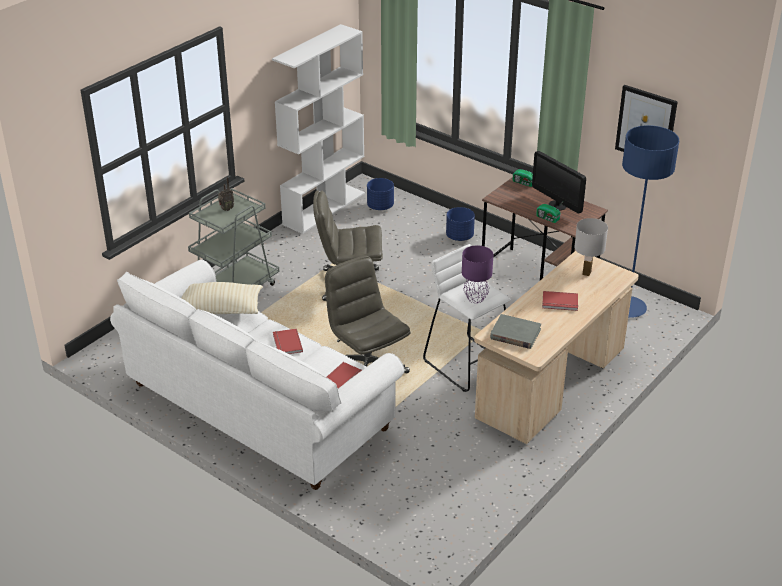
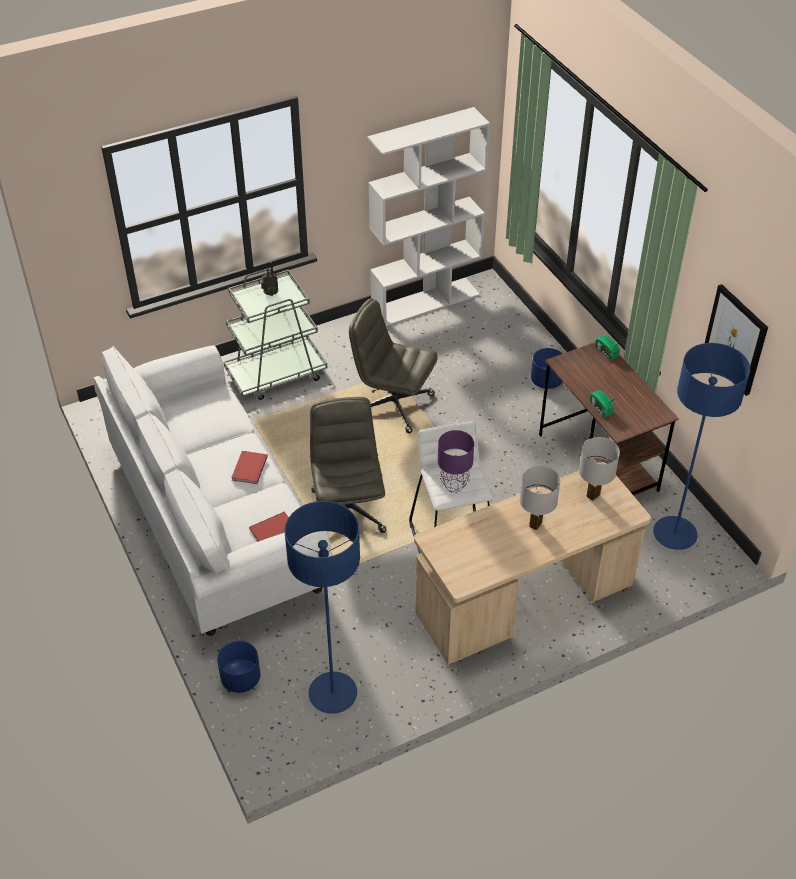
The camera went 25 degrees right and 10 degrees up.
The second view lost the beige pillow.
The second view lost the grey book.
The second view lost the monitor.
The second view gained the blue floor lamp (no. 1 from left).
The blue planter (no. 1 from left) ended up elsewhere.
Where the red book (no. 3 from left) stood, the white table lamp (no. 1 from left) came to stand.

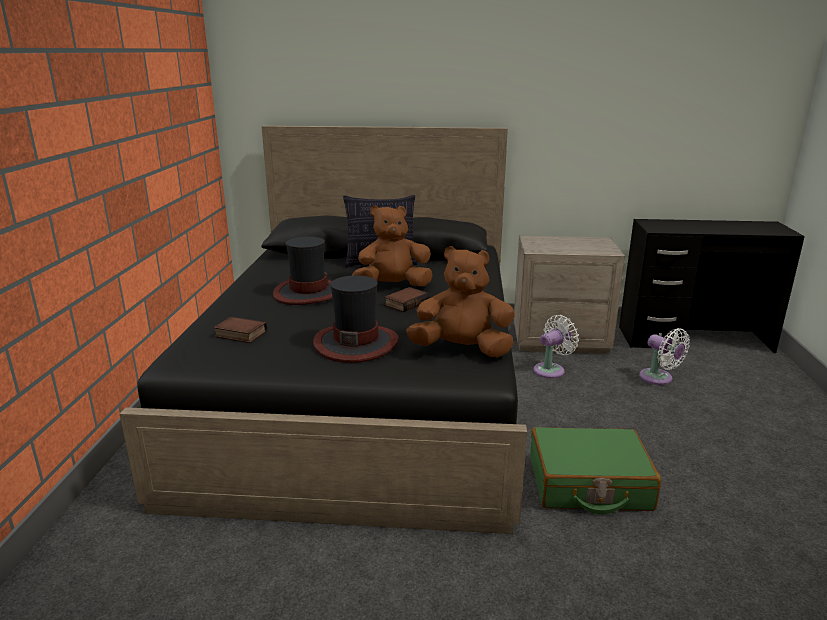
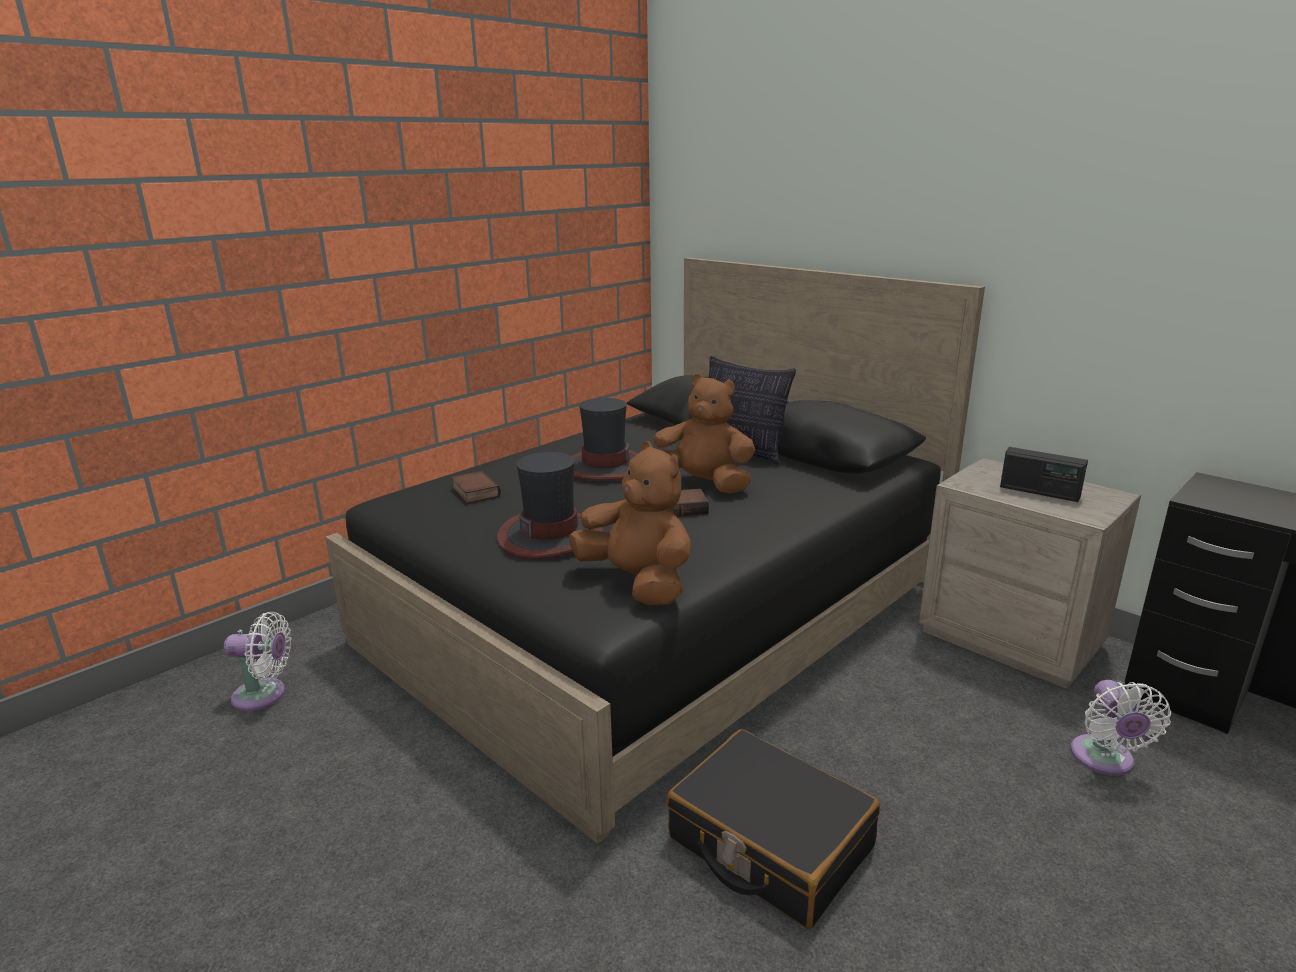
The camera went 40 degrees right and 0 degrees up.
The second view gained the radio.
The white fan (no. 1 from left) ended up elsewhere.
What was the green suitcase turned into the black suitcase.

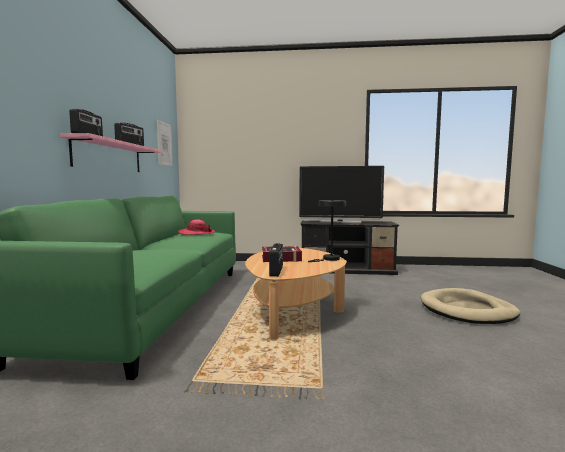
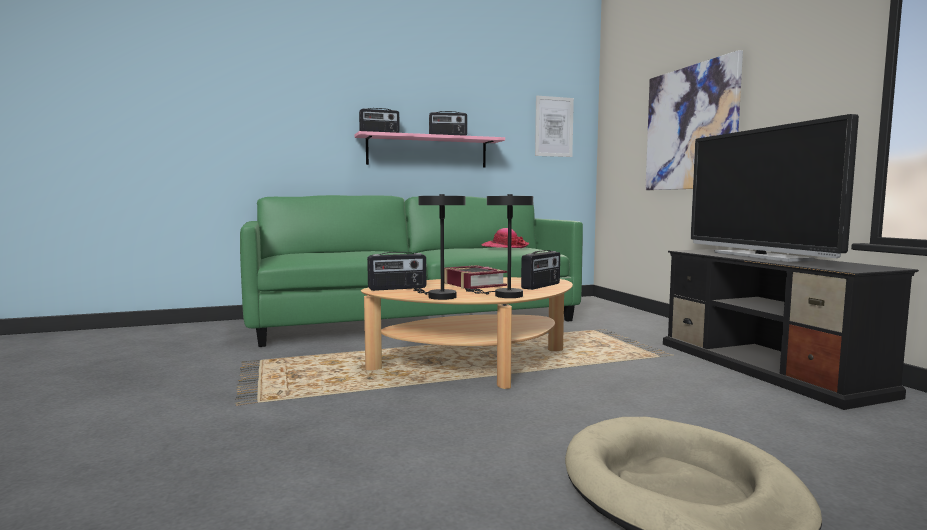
The camera went 65 degrees right and 0 degrees up.
The second view gained the black table lamp (no. 1 from left).
The second view gained the radio (no. 4 from left).
The second view gained the picture (no. 2 from left).

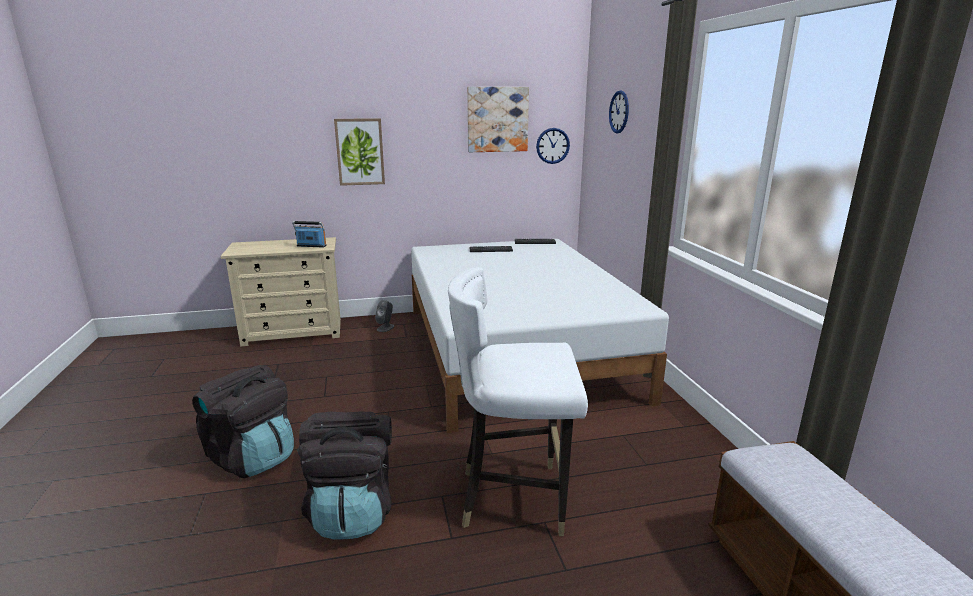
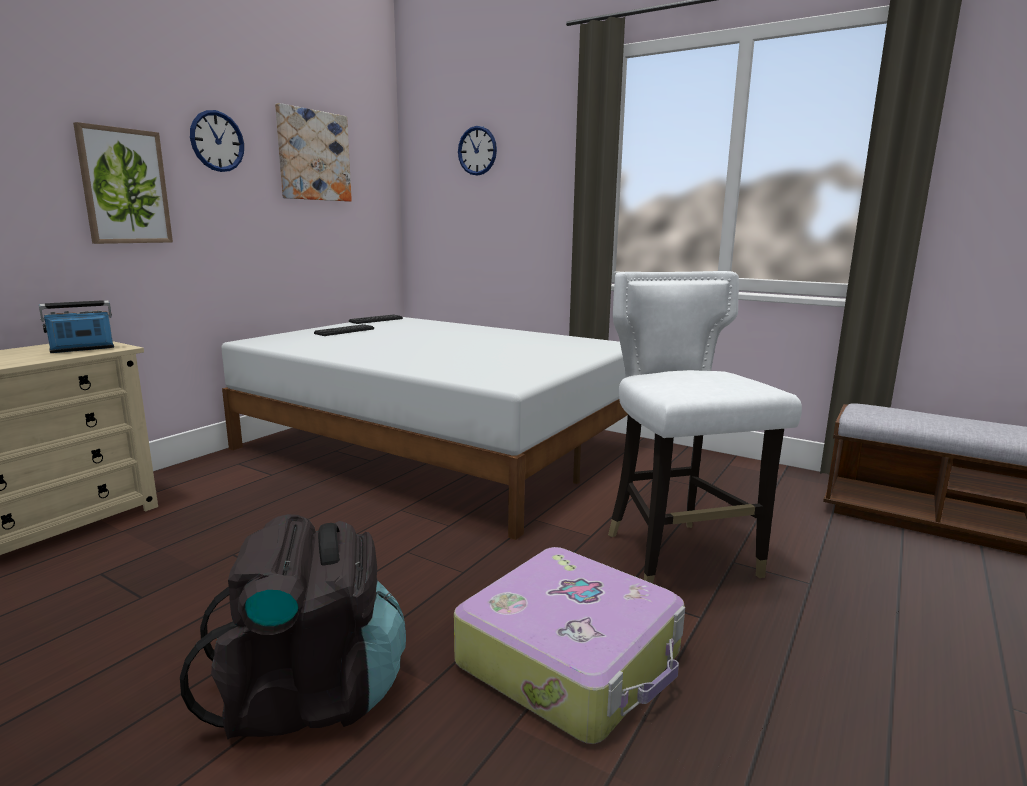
The camera went 45 degrees left and 5 degrees down.
The second view lost the grey speaker.
The wall clock (no. 1 from left) ended up elsewhere.
Where the black backpack (no. 2 from left) stood, the suitcase came to stand.
The white chair ended up facing another way, 120 degrees clockwise from before.

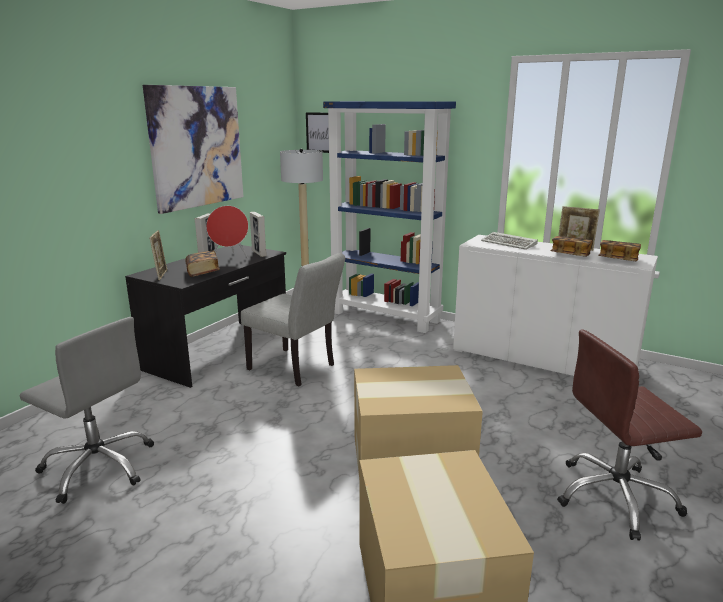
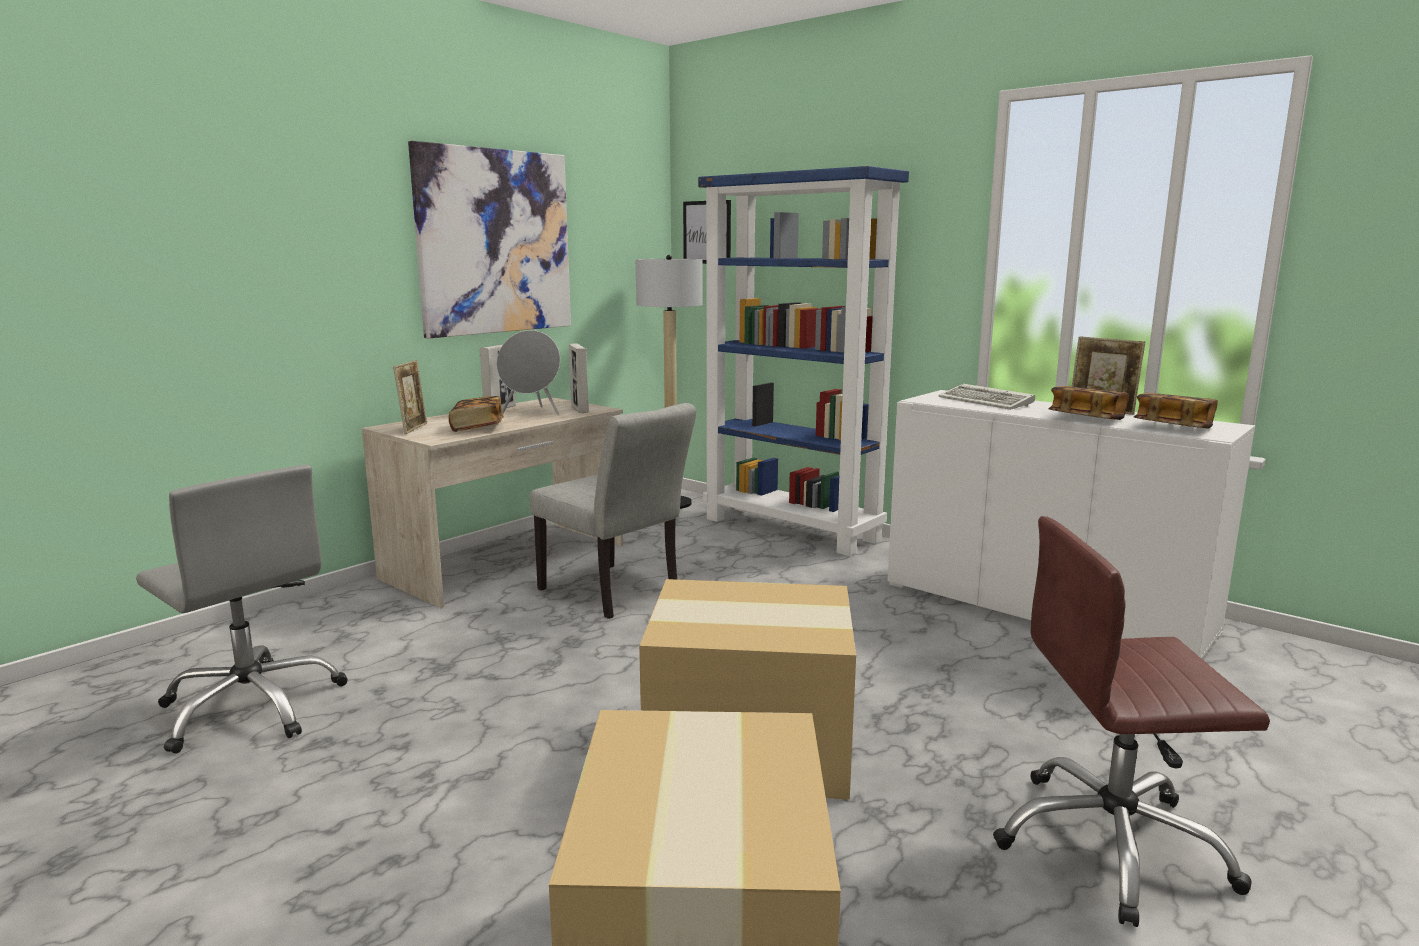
The camera went 10 degrees right and 5 degrees down.
What was the black desk turned into the beige desk.
What was the red speaker turned into the grey speaker.

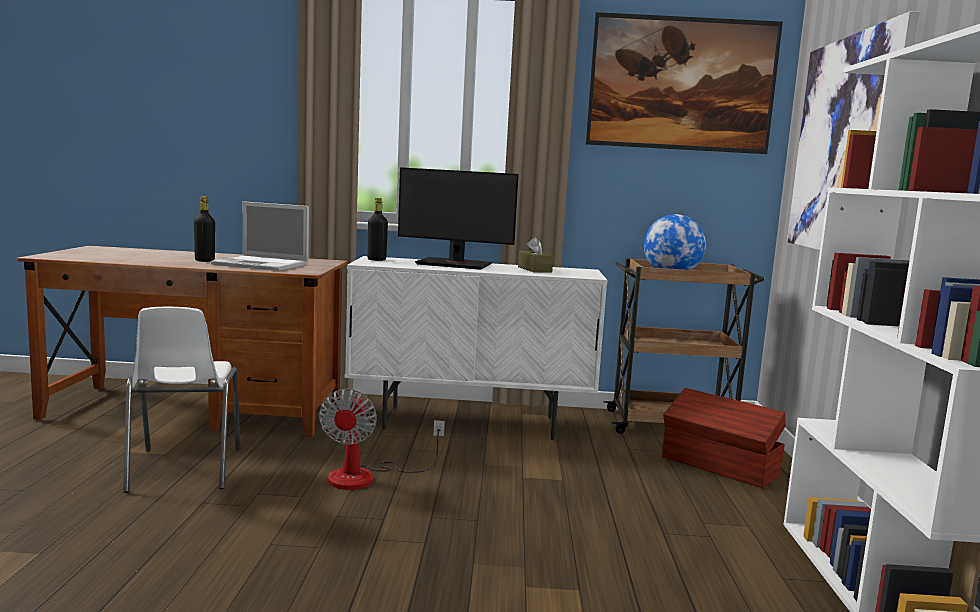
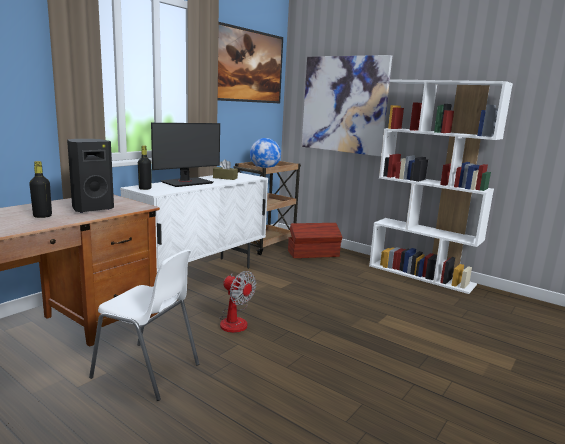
The camera went 55 degrees left and 5 degrees up.
Where the laptop stood, the black speaker came to stand.

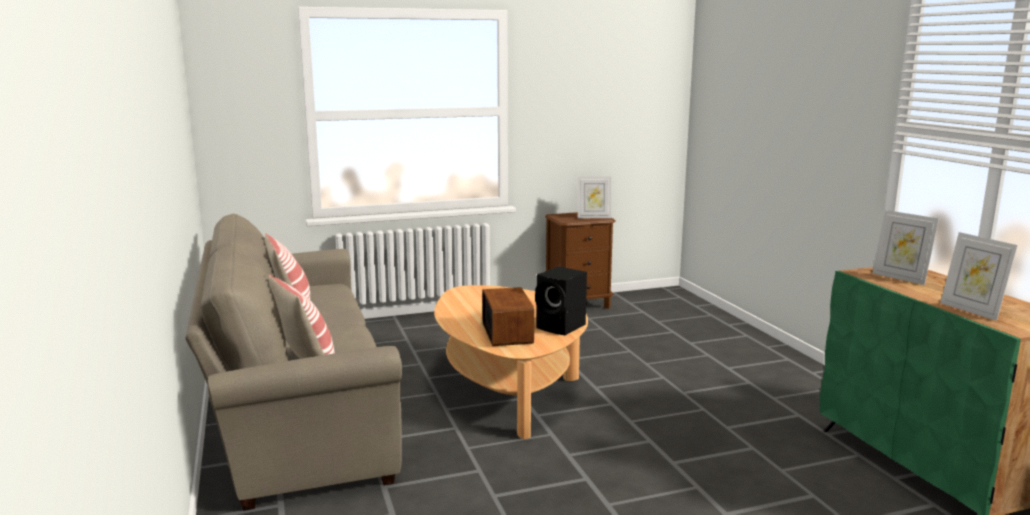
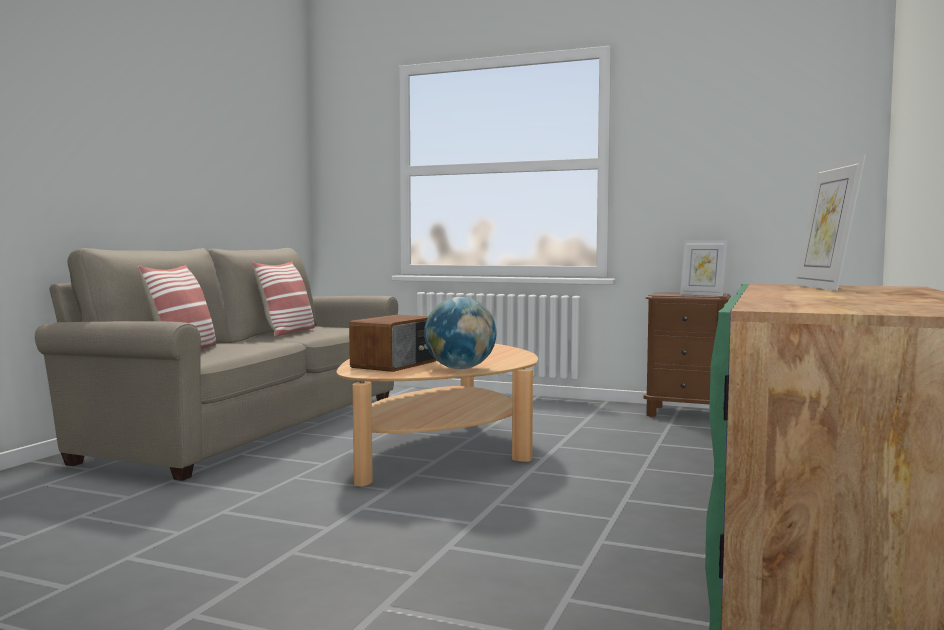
The camera went 40 degrees right and 10 degrees down.
The second view lost the picture frame (no. 3 from left).
Where the black speaker stood, the globe came to stand.

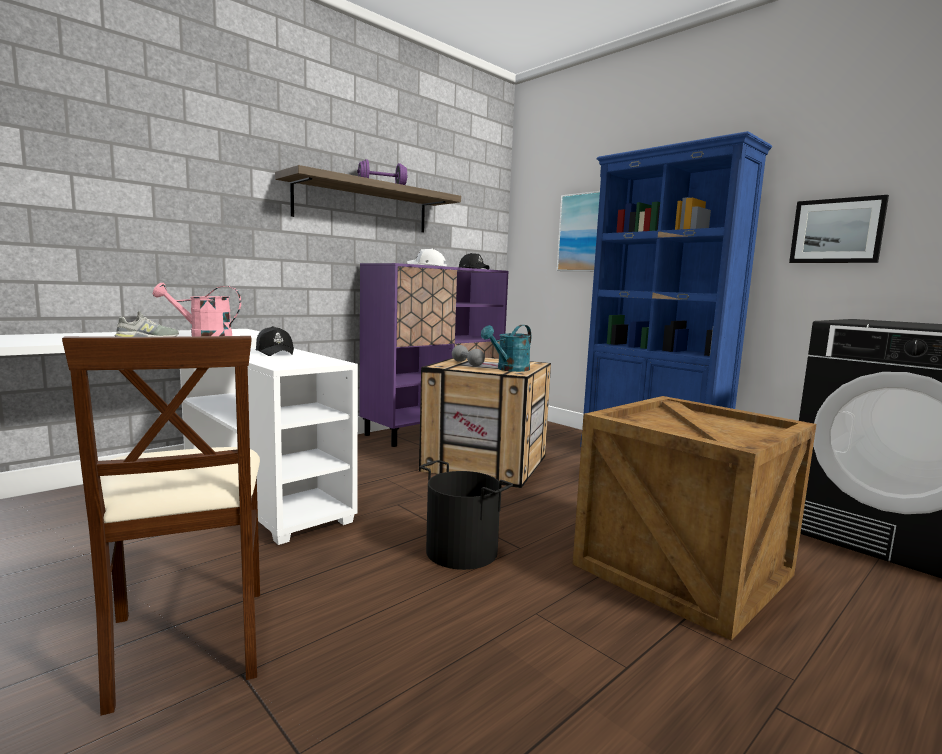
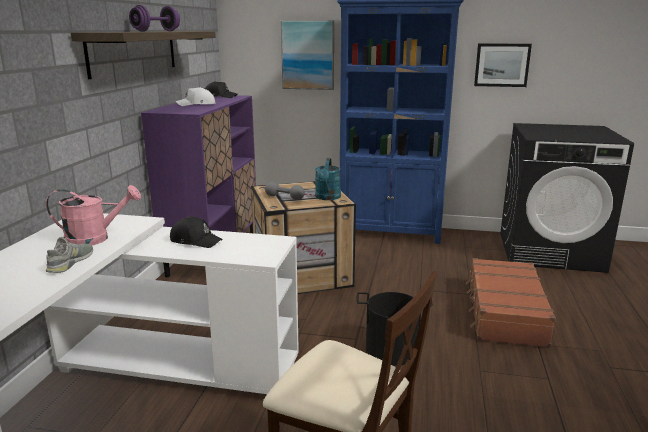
The camera went 35 degrees left and 10 degrees up.
Where the crate (no. 2 from left) stood, the brown suitcase came to stand.
The pink watering can ended up facing another way, 150 degrees counterclockwise from before.

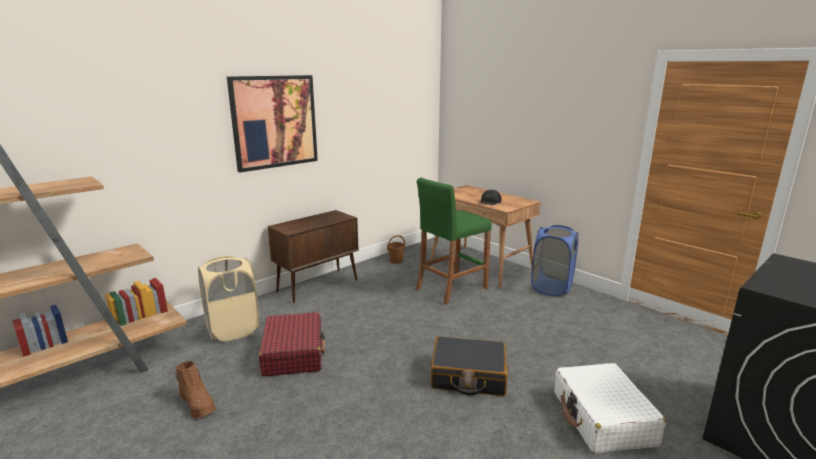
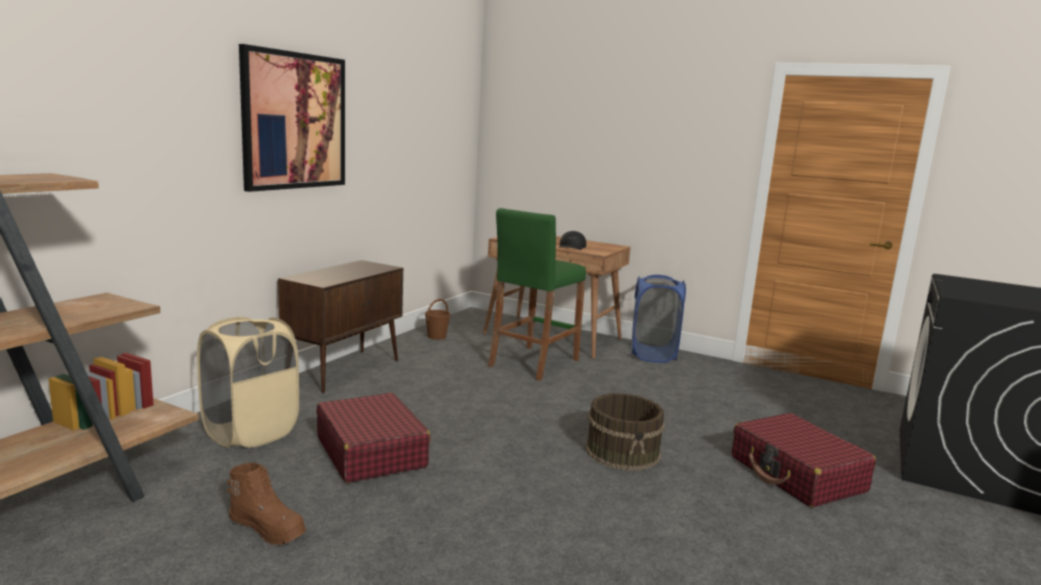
The camera went 20 degrees left and 5 degrees down.
Where the black suitcase stood, the brown bucket (no. 2 from left) came to stand.
What was the white suitcase turned into the red suitcase (no. 2 from left).

